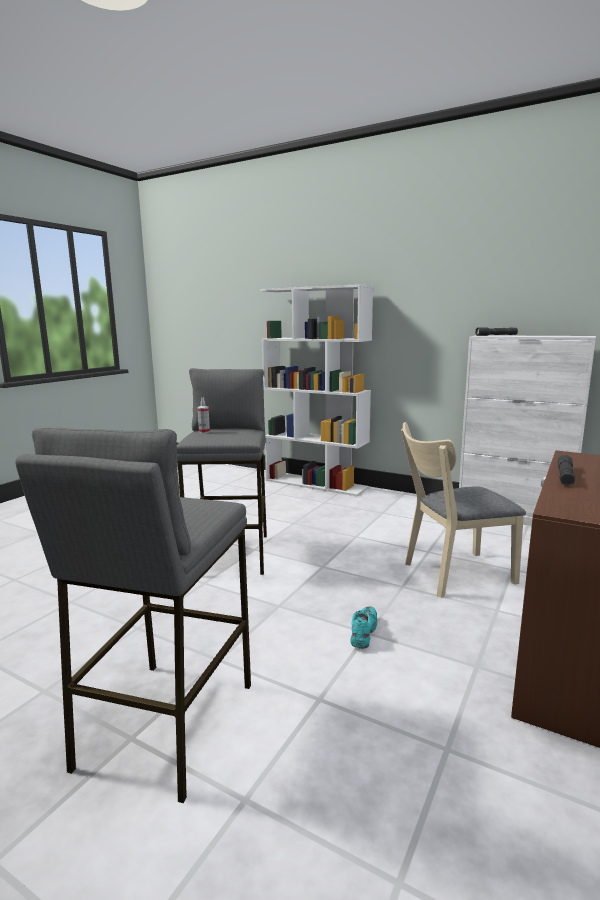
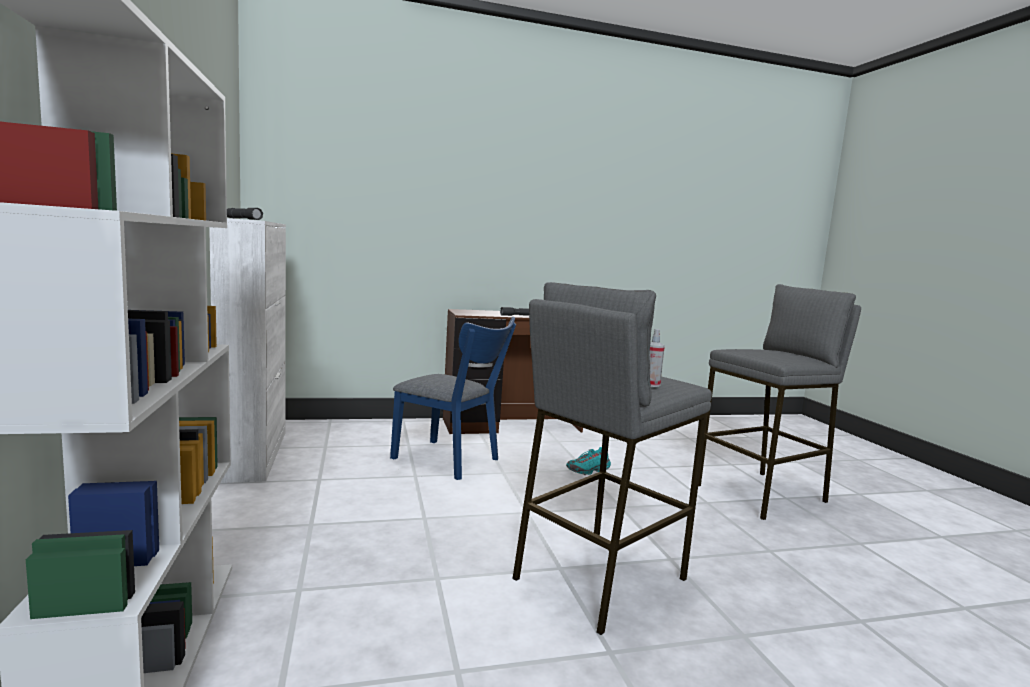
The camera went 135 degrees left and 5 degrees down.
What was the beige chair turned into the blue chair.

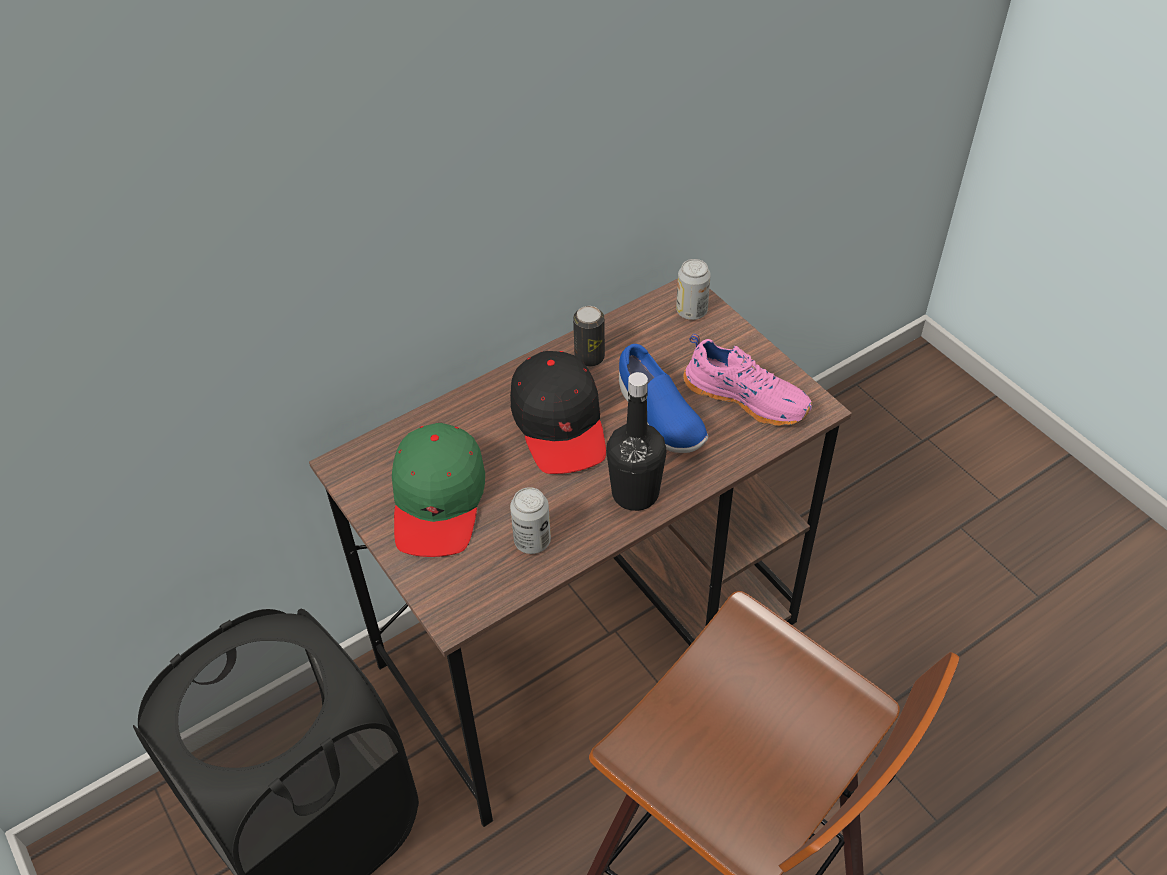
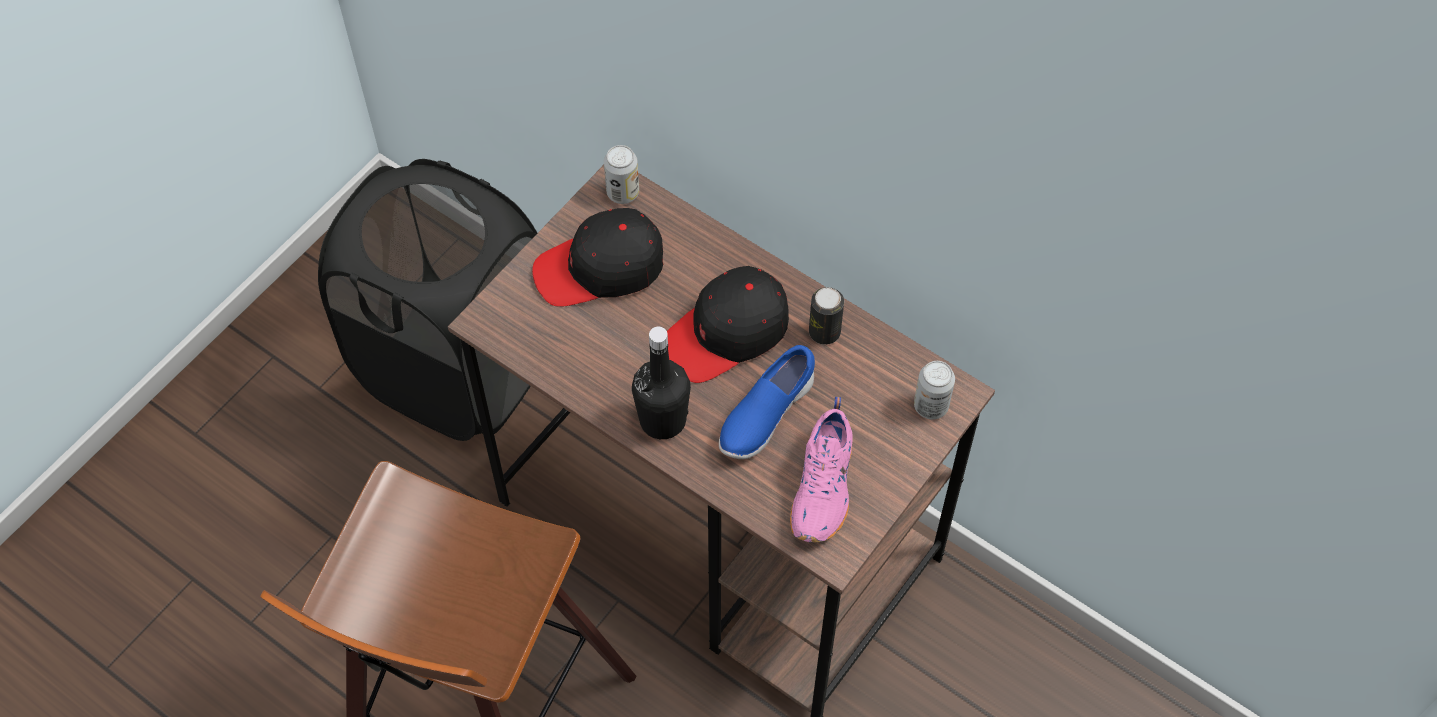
The camera went 70 degrees right and 10 degrees up.
The can (no. 1 from left) ended up elsewhere.
What was the green cap turned into the black cap (no. 1 from left).

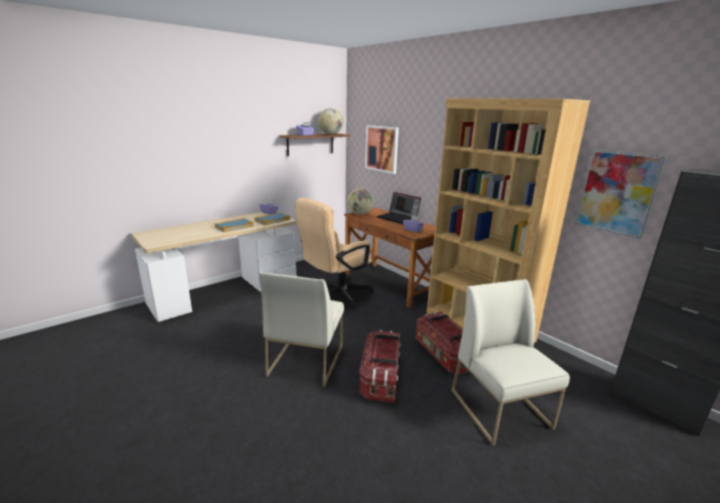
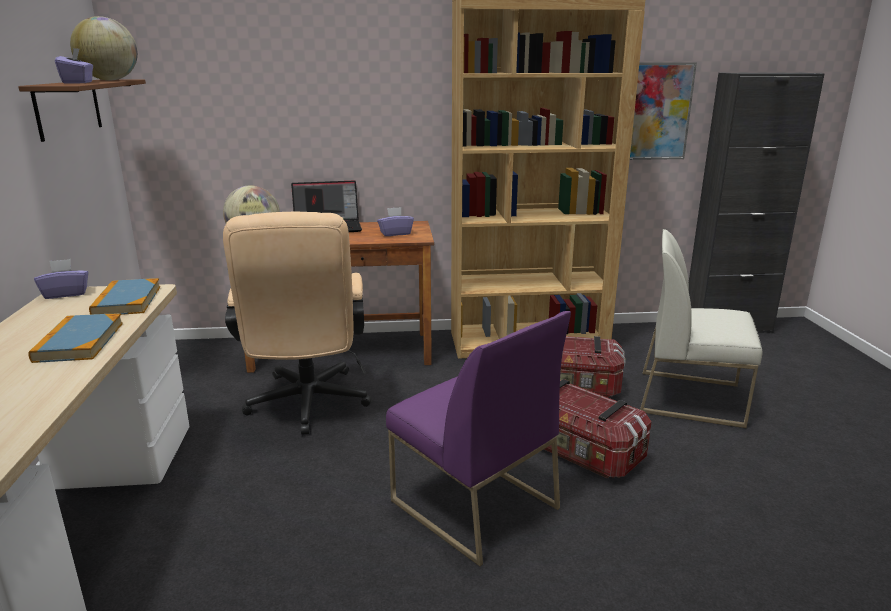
The camera went 55 degrees left and 0 degrees up.
The second view lost the picture (no. 1 from left).
What was the white chair (no. 1 from left) turned into the purple chair.

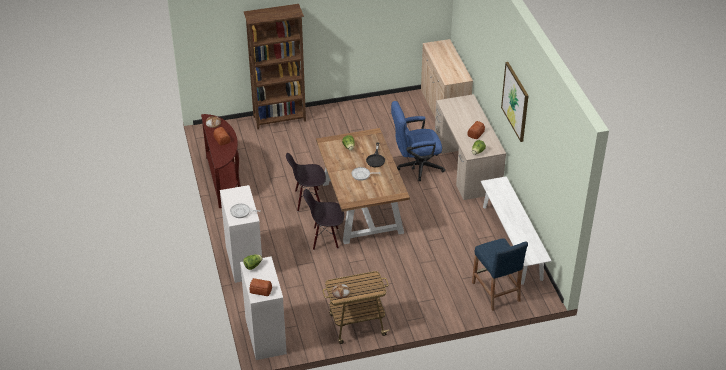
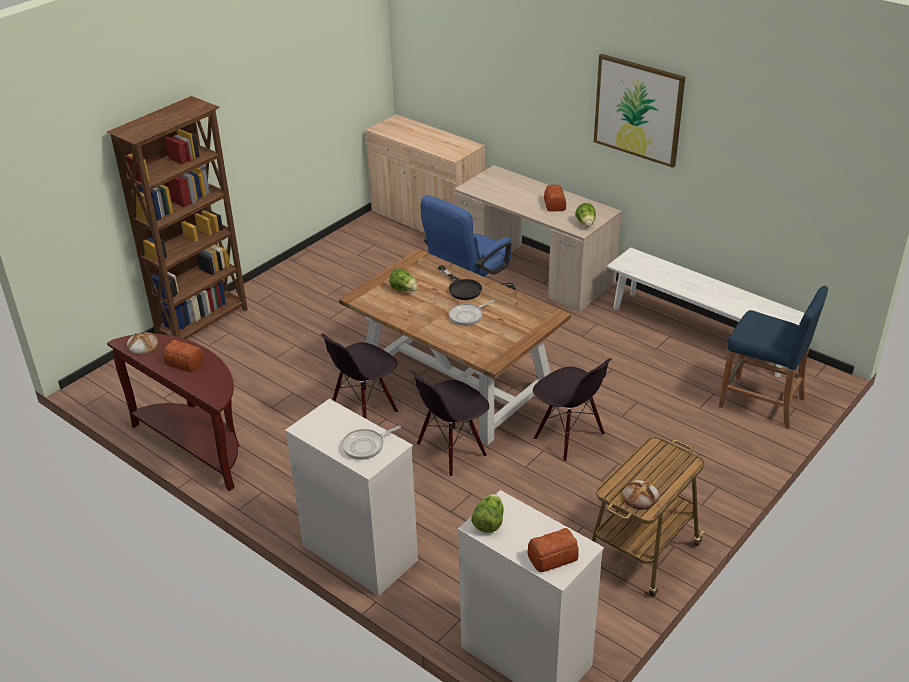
The camera went 35 degrees left and 5 degrees down.
The second view gained the black chair (no. 3 from left).

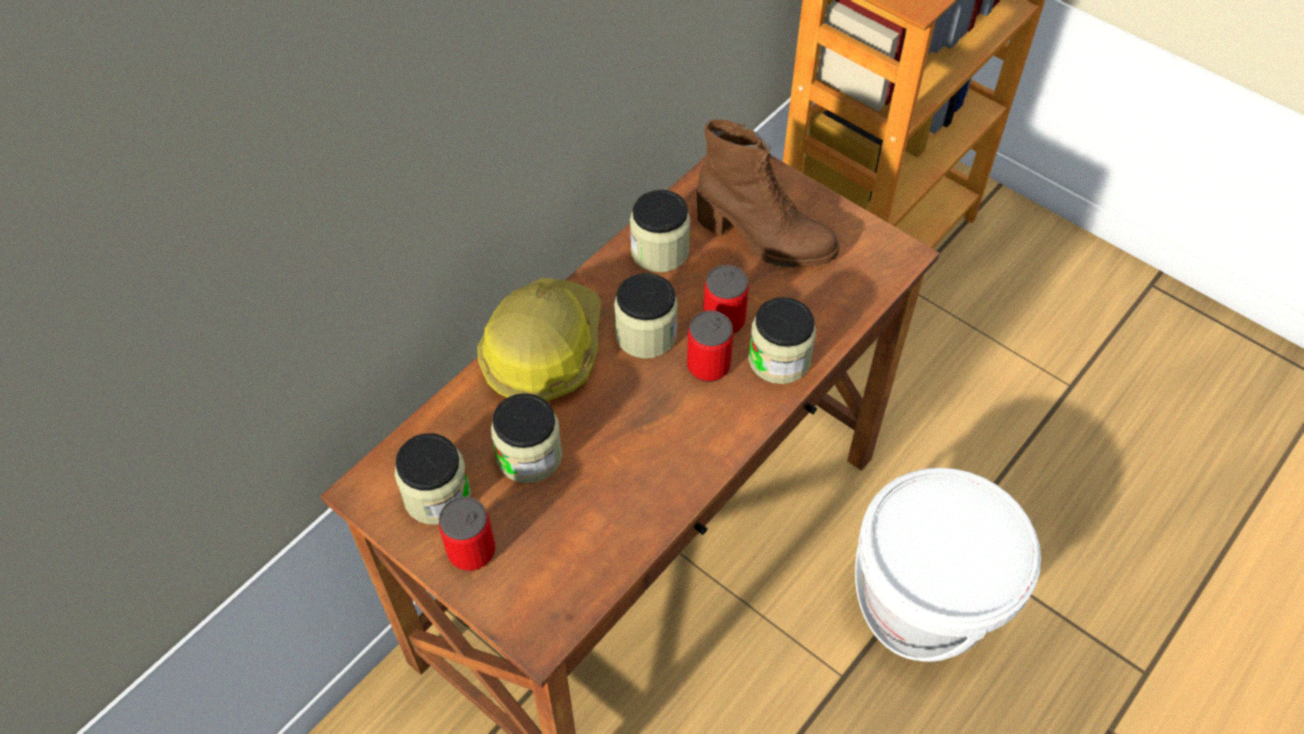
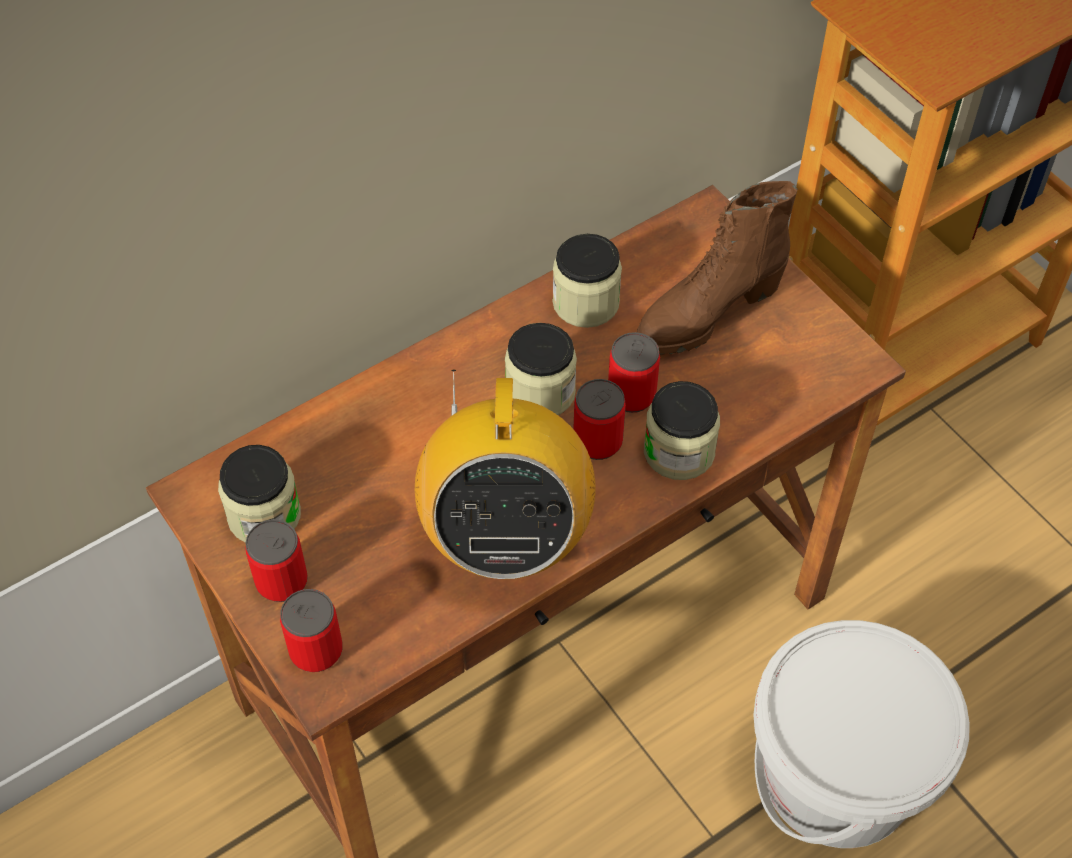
The camera went 15 degrees right and 0 degrees up.
The second view lost the hard hat.
The second view lost the jar (no. 2 from left).
The second view gained the can (no. 2 from left).
The second view gained the radio.
The brown boot ended up facing another way, 105 degrees clockwise from before.

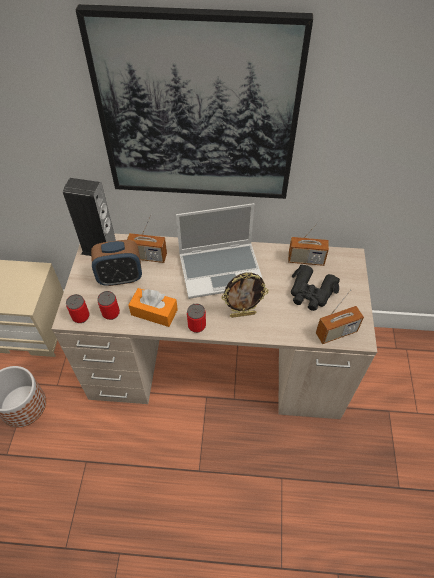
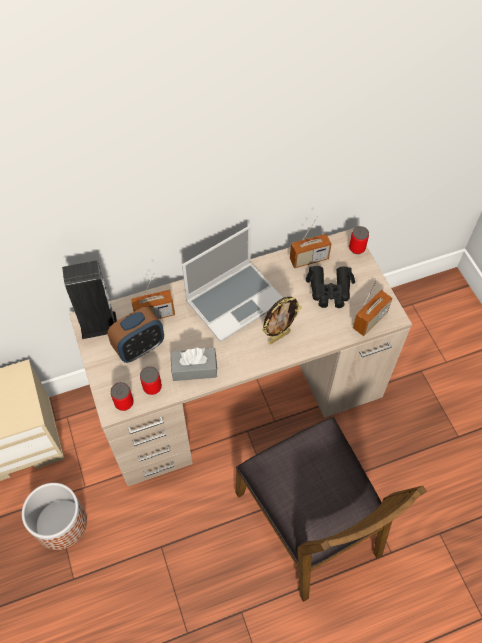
The camera went 25 degrees left and 5 degrees up.
The second view lost the picture.
The second view gained the brown chair.
The can (no. 3 from left) ended up elsewhere.
What was the orange tissue box turned into the grey tissue box.

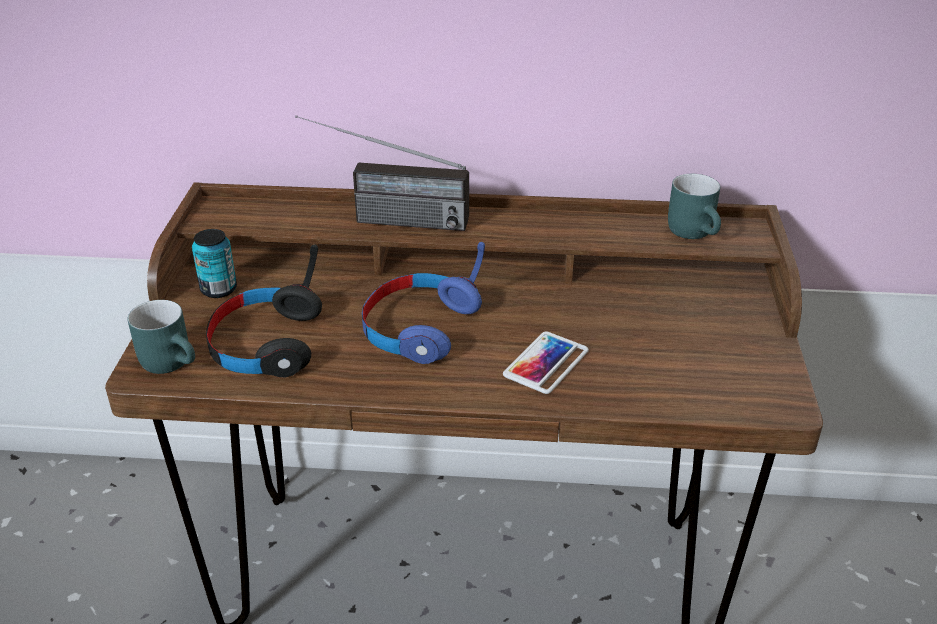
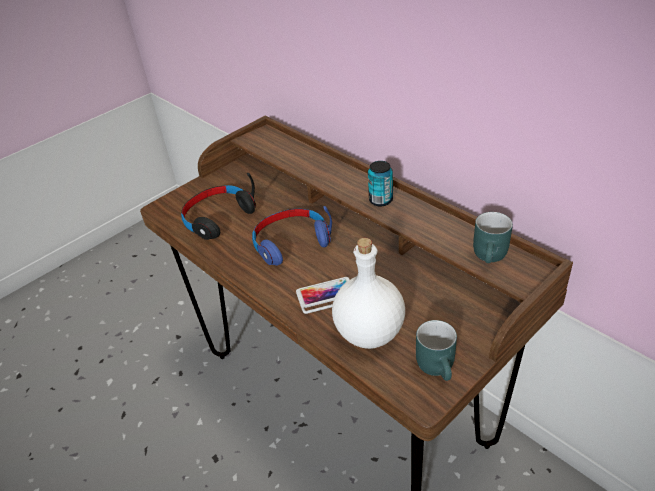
The camera went 45 degrees right and 5 degrees up.
The second view lost the radio.
The second view gained the white bottle.
The turquoise mug (no. 1 from left) ended up elsewhere.
The can ended up elsewhere.

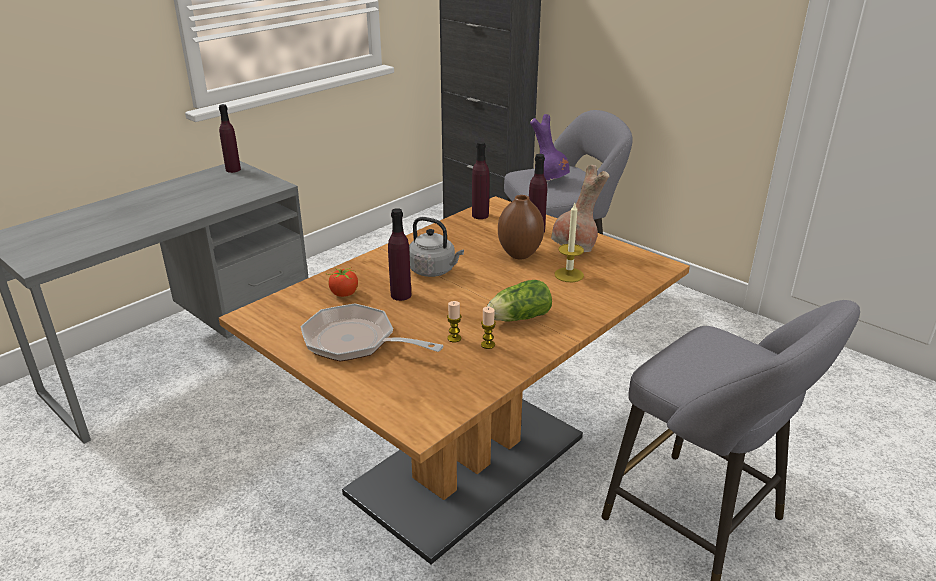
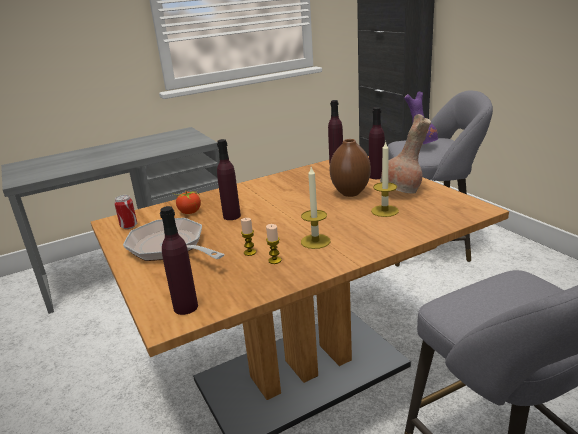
The camera went 20 degrees right and 5 degrees down.
The second view lost the grey kettle.
The second view gained the can.
The purple bottle (no. 1 from left) ended up elsewhere.
Where the lettuce stood, the candle (no. 3 from left) came to stand.

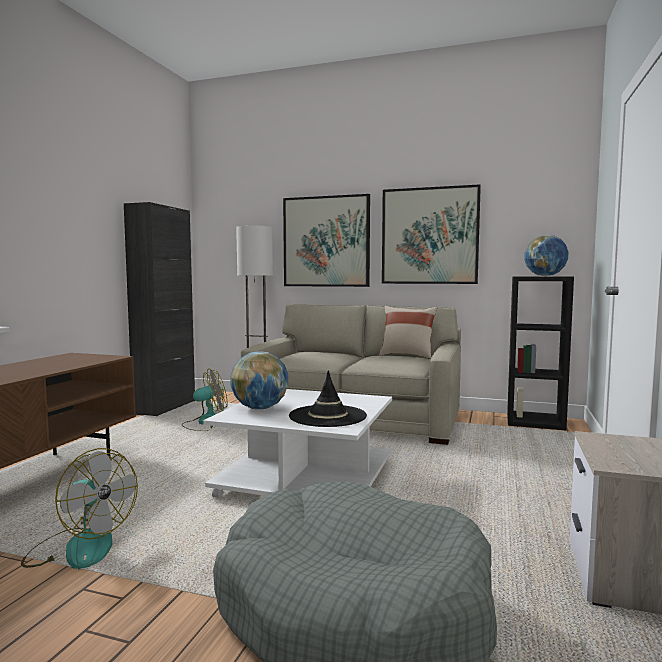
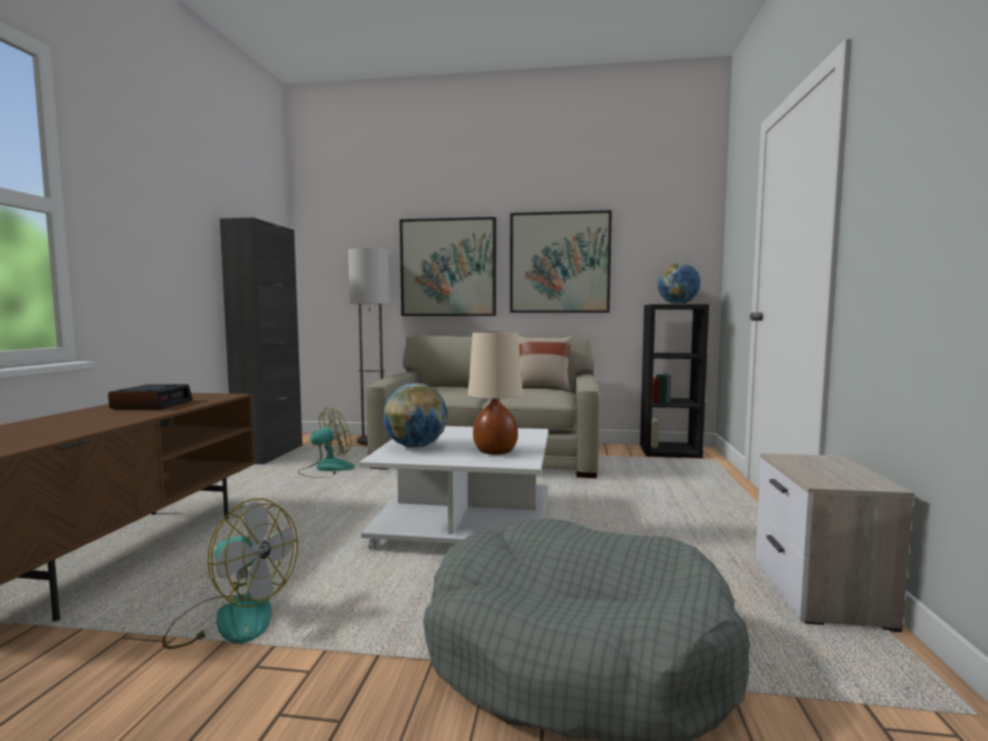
The camera went 10 degrees left and 0 degrees up.
The second view gained the alarm clock.
Where the black hat stood, the beige table lamp came to stand.

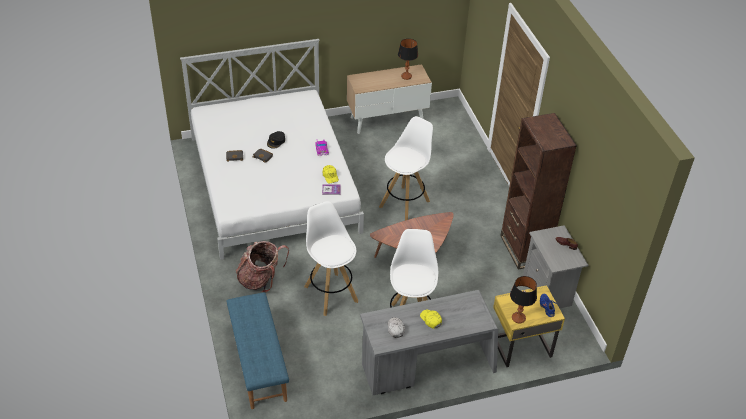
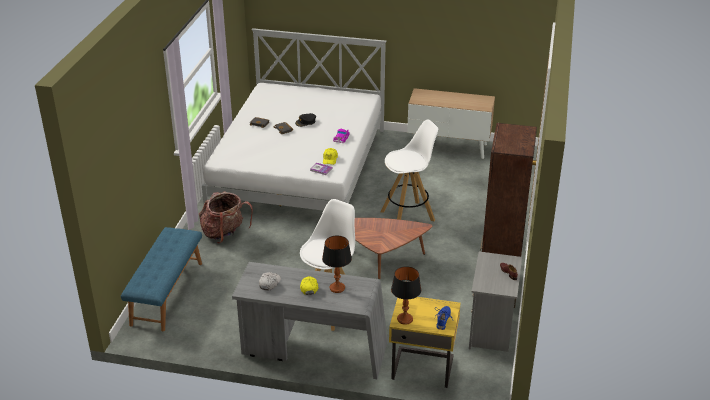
The camera went 30 degrees right and 10 degrees down.
The second view lost the white stool (no. 1 from left).
The table lamp (no. 1 from left) ended up elsewhere.

